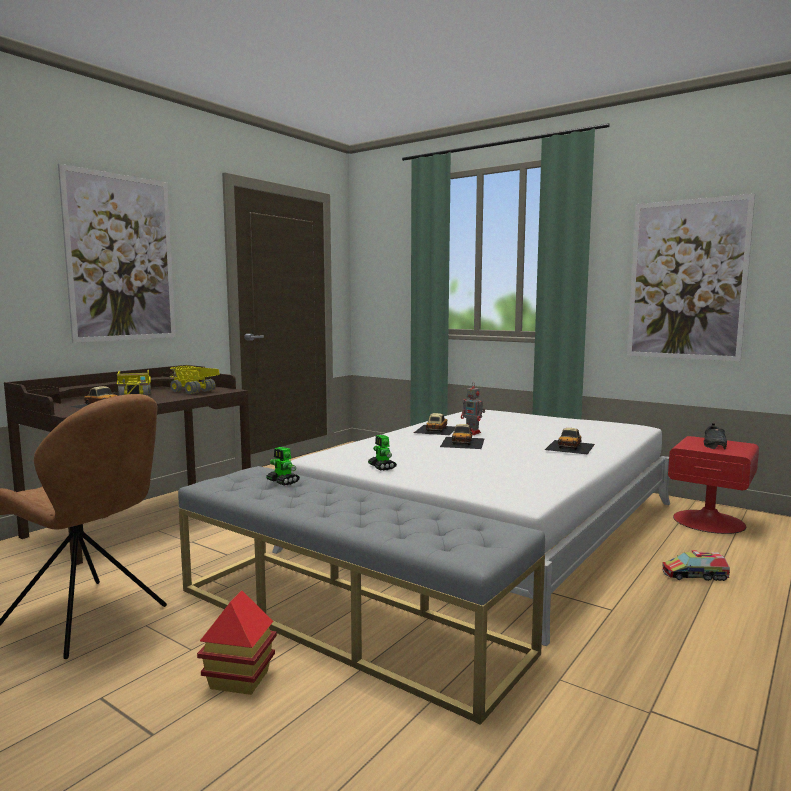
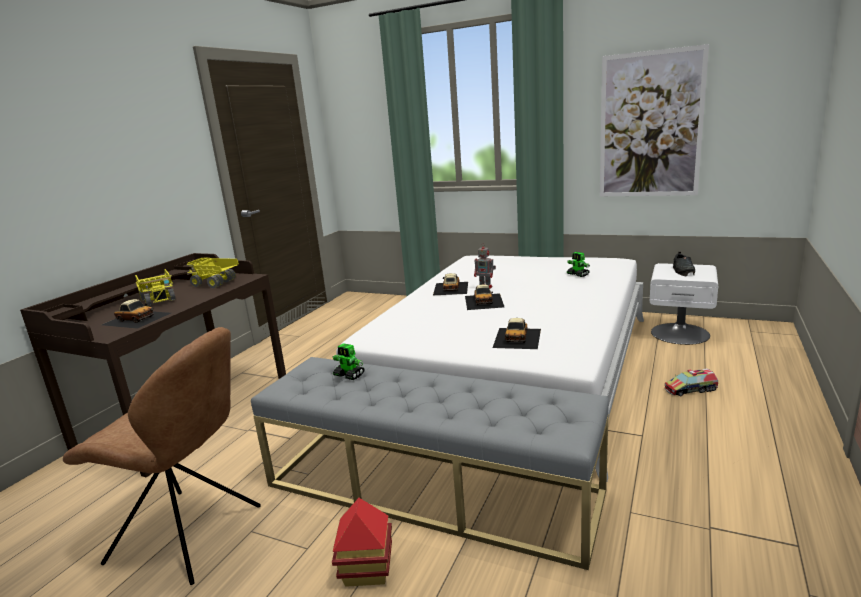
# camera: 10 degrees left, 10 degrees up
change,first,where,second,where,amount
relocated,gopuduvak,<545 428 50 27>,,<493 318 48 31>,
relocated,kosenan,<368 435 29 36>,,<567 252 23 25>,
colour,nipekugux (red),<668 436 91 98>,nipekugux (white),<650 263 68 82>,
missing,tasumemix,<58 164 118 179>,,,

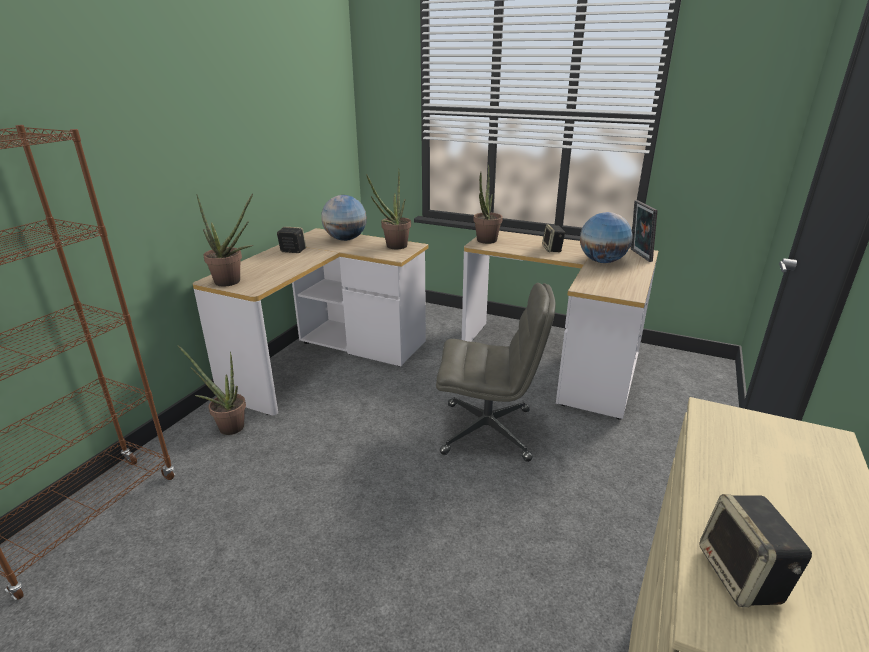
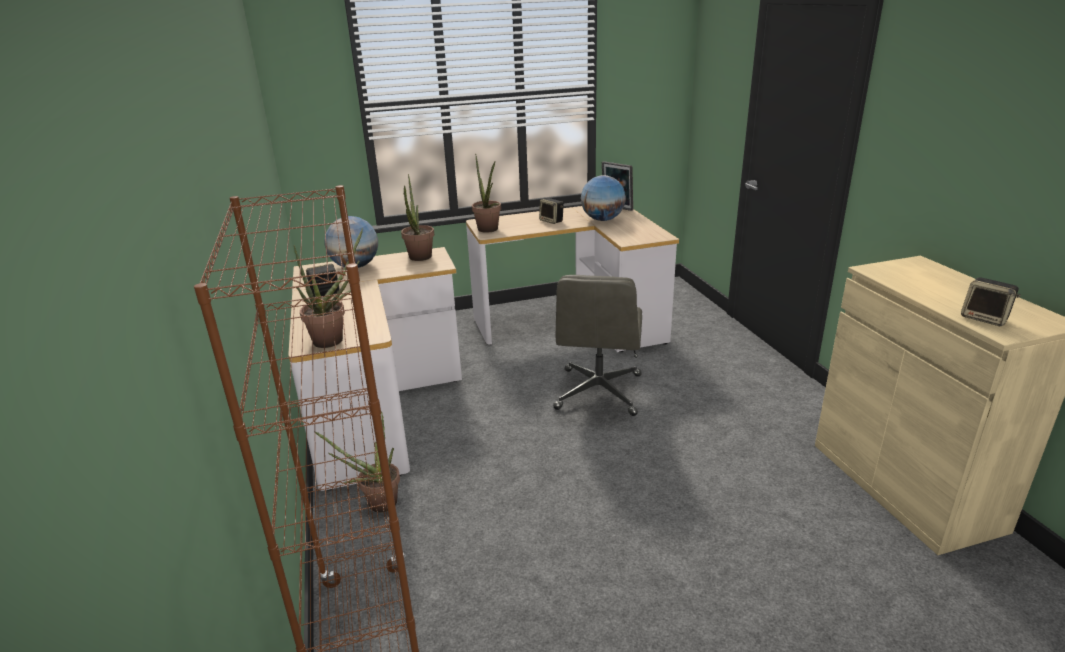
# camera: 40 degrees left, 0 degrees up
change,first,where,second,where,amount
spun,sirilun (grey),<436 283 120 179>,,<553 275 89 141>,135 degrees clockwise

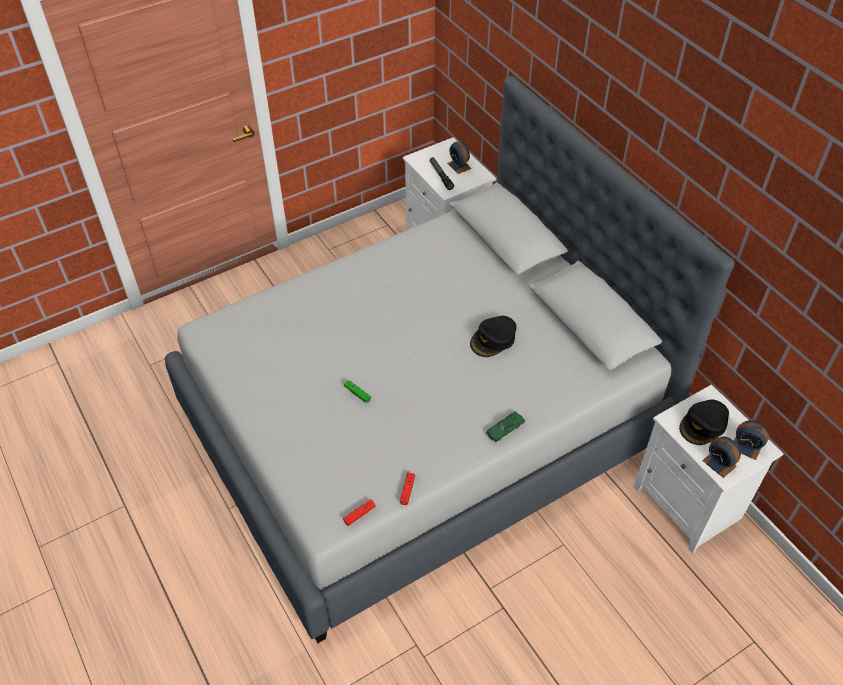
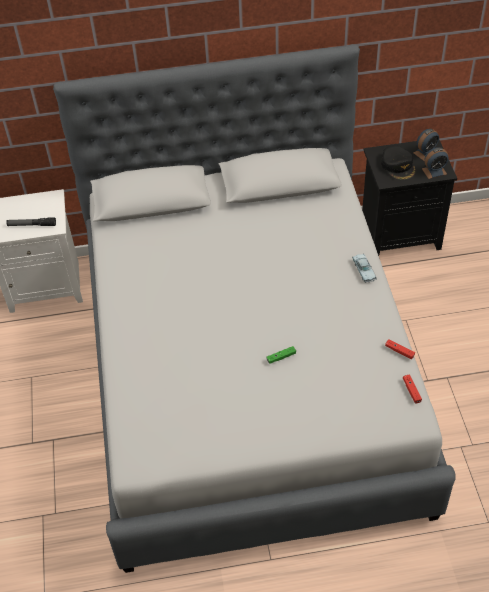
# camera: 65 degrees left, 0 degrees up
change,first,where,second,where,amount
colour,gopuduvak (green),<486 411 40 31>,gopuduvak (blue),<352 254 25 29>,
colour,nipekugux (white),<633 384 151 169>,nipekugux (black),<362 140 95 116>,
missing,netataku,<447 141 24 33>,,,
missing,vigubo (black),<470 316 47 41>,,,

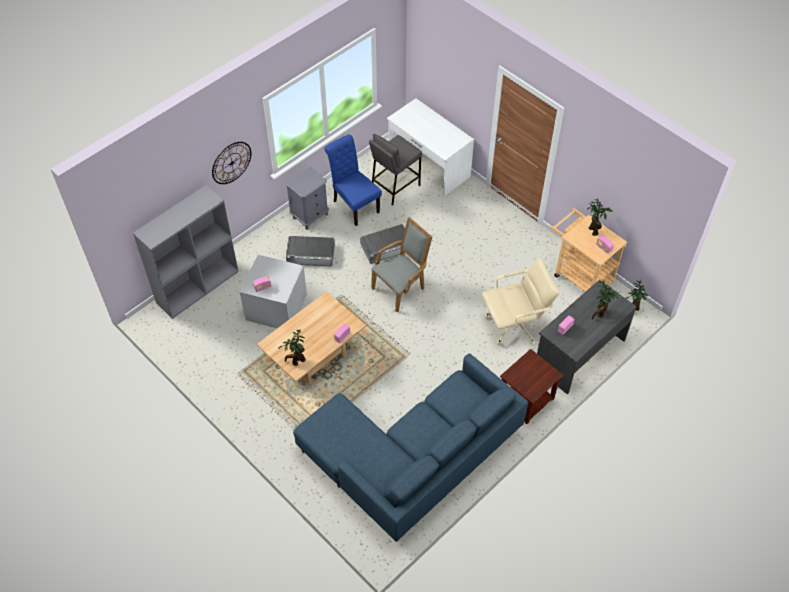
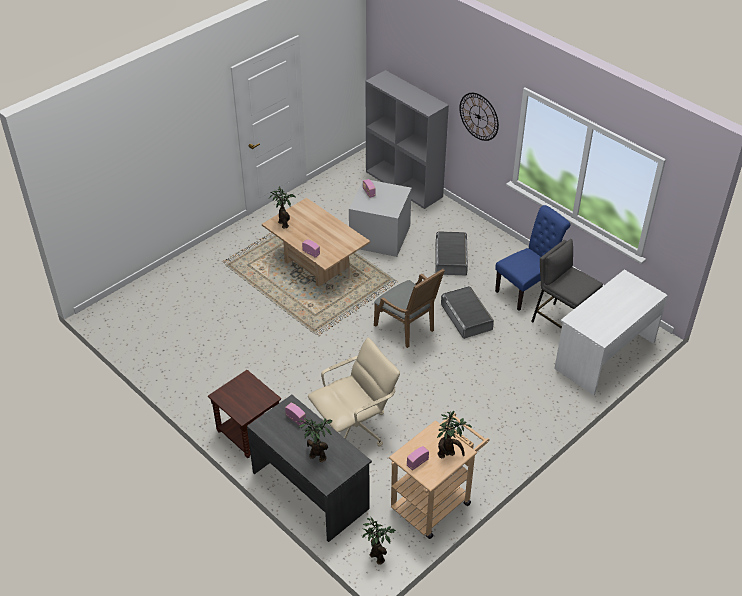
# camera: 90 degrees right, 10 degrees down
change,first,where,second,where,amount
spun,sirilun (beige),<482 257 77 88>,,<308 338 92 108>,105 degrees counterclockwise
missing,nipekugux (grey),<286 167 43 62>,,,
missing,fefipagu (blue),<293 353 235 189>,,,

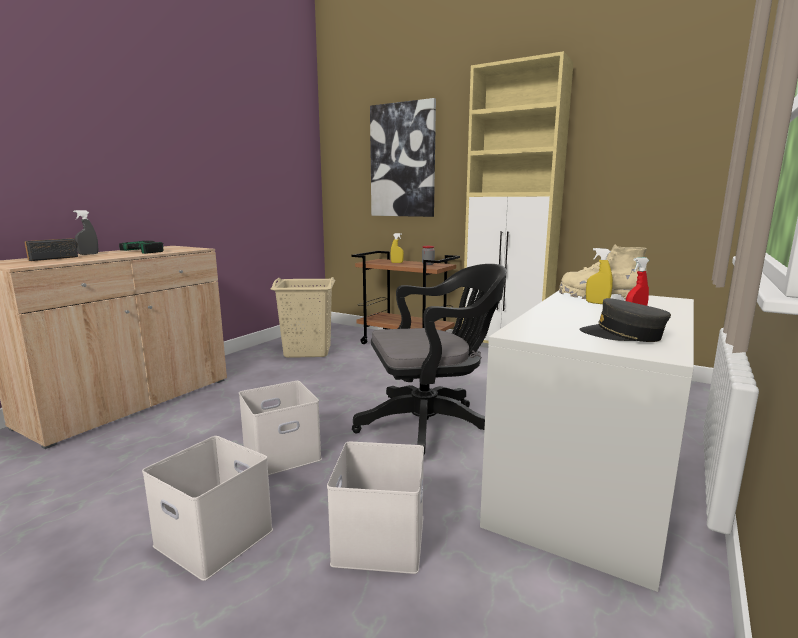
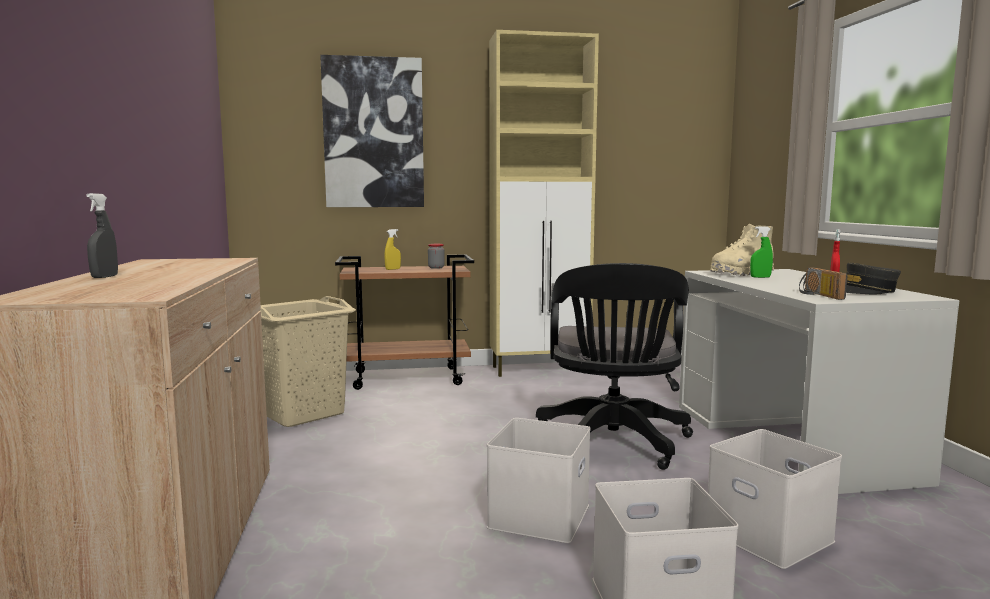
# camera: 40 degrees left, 5 degrees down
change,first,where,second,where,amount
spun,sirilun (black),<352 264 154 190>,,<536 263 157 207>,150 degrees clockwise
colour,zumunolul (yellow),<586 248 27 56>,zumunolul (green),<750 226 23 52>,
relocated,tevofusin,<24 238 54 23>,,<799 267 49 33>,
missing,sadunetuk,<119 241 45 13>,,,

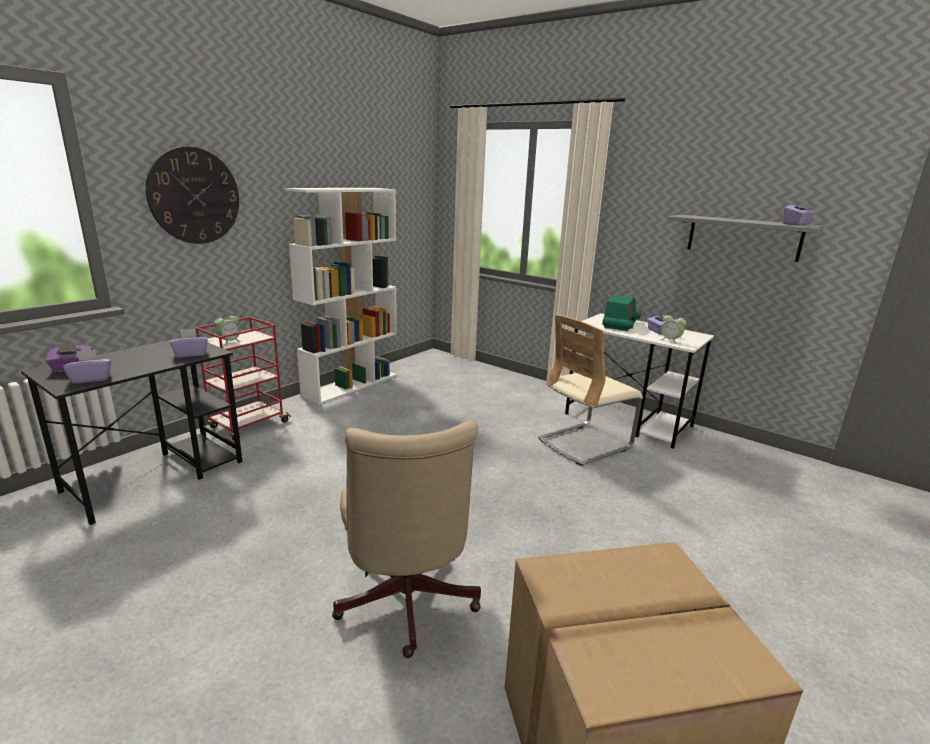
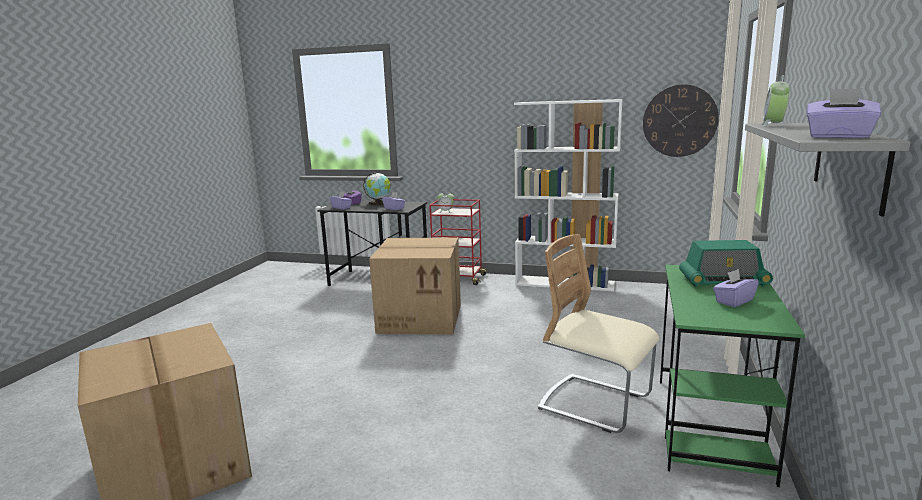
# camera: 70 degrees right, 5 degrees down
change,first,where,second,where,amount
appeared,,,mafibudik,<363 172 28 33>,
appeared,,,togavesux,<369 237 92 97>,
relocated,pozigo,<146 147 93 97>,,<643 84 76 73>,
colour,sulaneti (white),<565 313 149 136>,sulaneti (green),<660 264 145 223>,
relocated,netataku,<659 313 27 31>,,<762 75 28 52>,
missing,sirilun (beige),<332 420 149 238>,,,

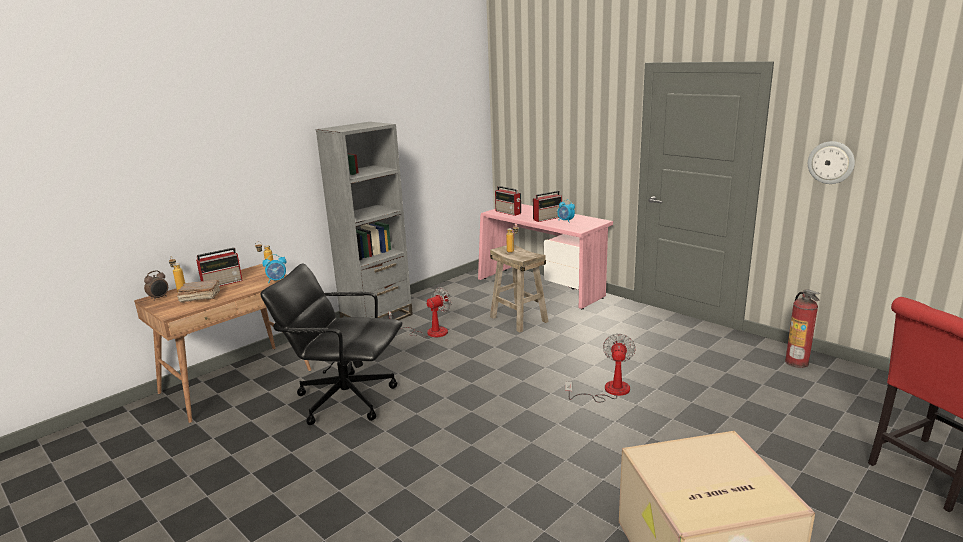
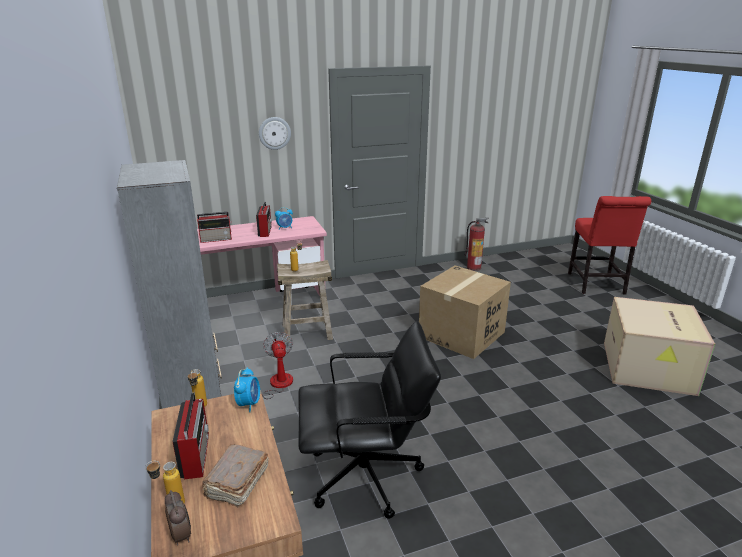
# camera: 65 degrees left, 5 degrees up
change,first,where,second,where,amount
relocated,pozigo,<808 141 47 43>,,<259 117 32 33>,
spun,sirilun (black),<260 263 142 162>,,<298 321 143 198>,135 degrees counterclockwise
exchanged,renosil,<565 333 71 69>,togavesux,<419 266 92 93>,

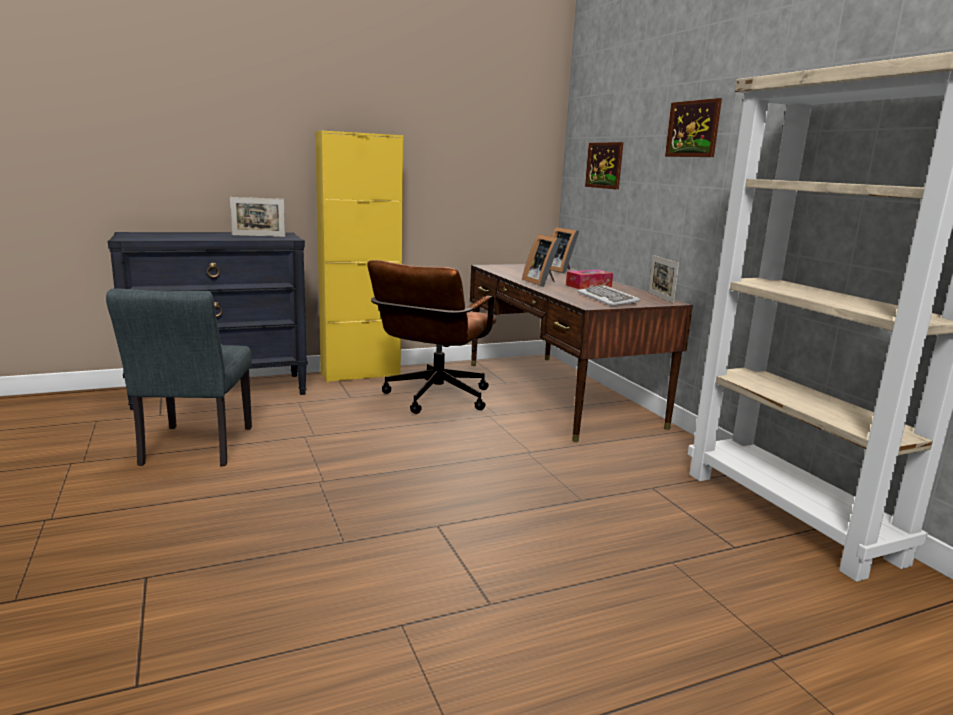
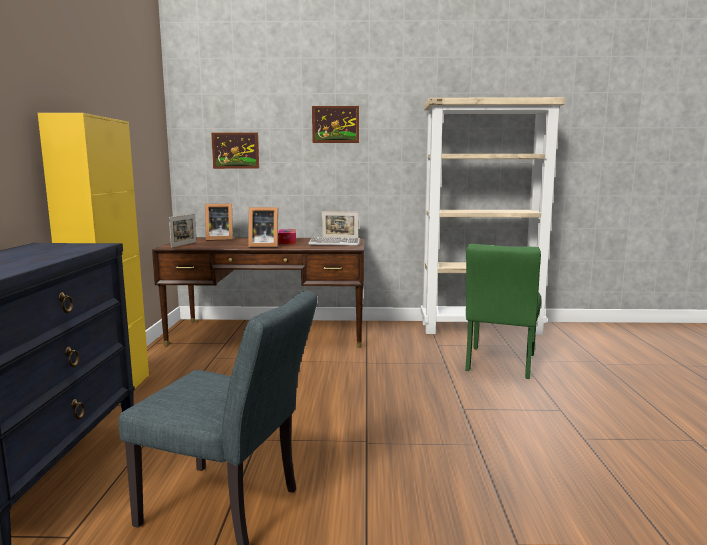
# camera: 65 degrees left, 5 degrees down
change,first,where,second,where,amount
relocated,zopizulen,<230 197 55 40>,,<169 214 28 34>,
appeared,,,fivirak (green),<465 244 76 135>,
missing,sirilun (brown),<367 260 129 154>,,,

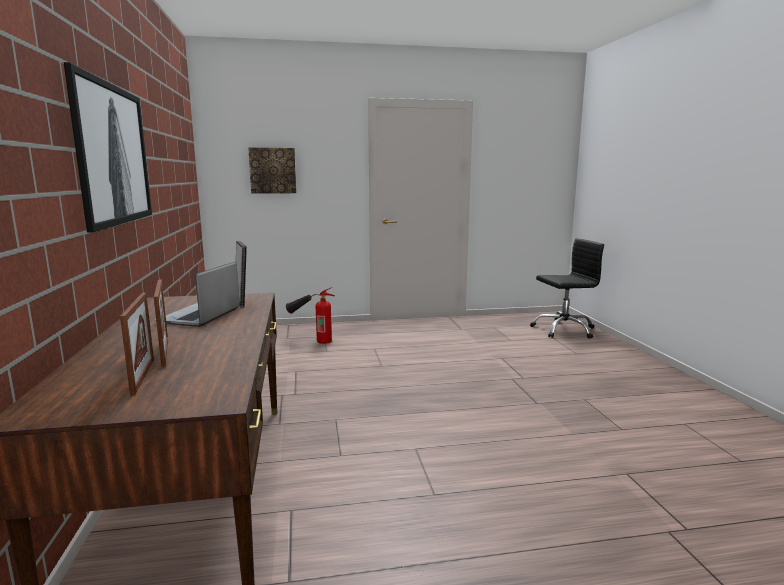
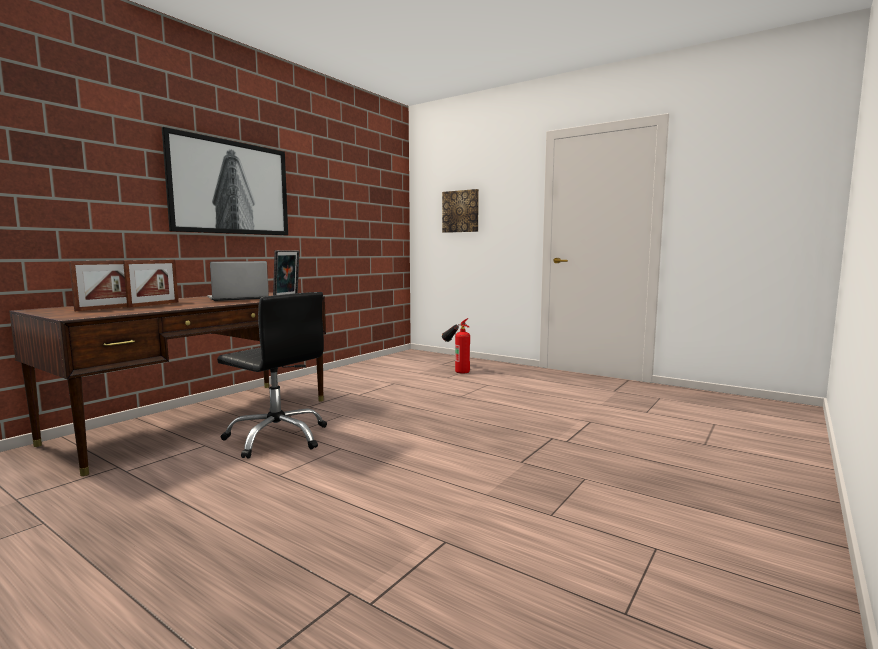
# camera: 45 degrees right, 5 degrees down
change,first,where,second,where,amount
relocated,sirilun (black),<530 238 74 101>,,<217 292 110 167>,

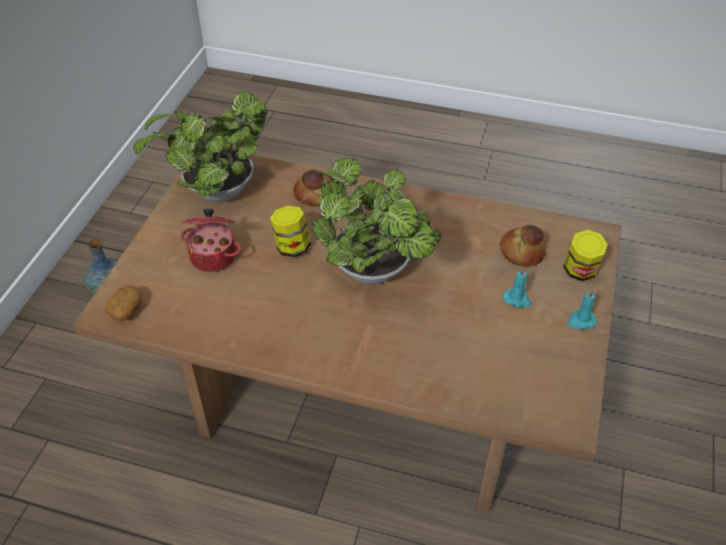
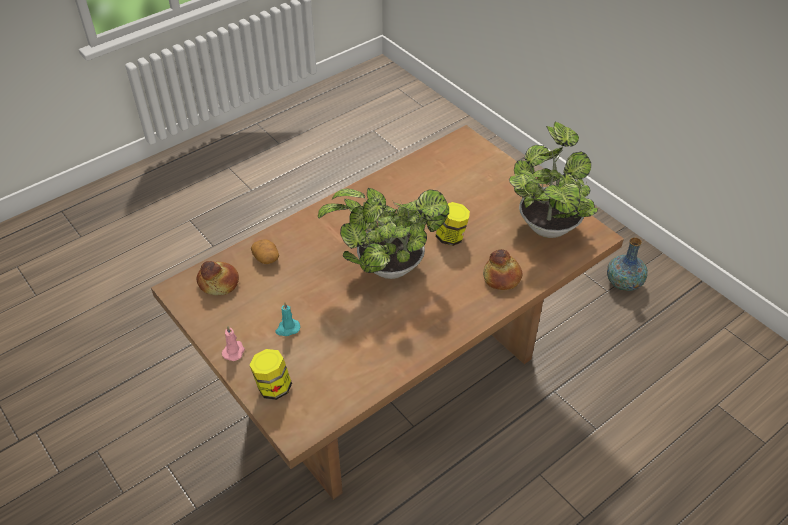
# camera: 125 degrees right, 0 degrees up
change,first,where,second,where,amount
relocated,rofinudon,<500 225 45 42>,,<197 261 42 34>,
colour,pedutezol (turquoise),<567 290 29 40>,pedutezol (pink),<222 326 23 35>,
relocated,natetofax,<106 285 35 36>,,<251 239 28 25>,
missing,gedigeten,<181 209 60 63>,,,

